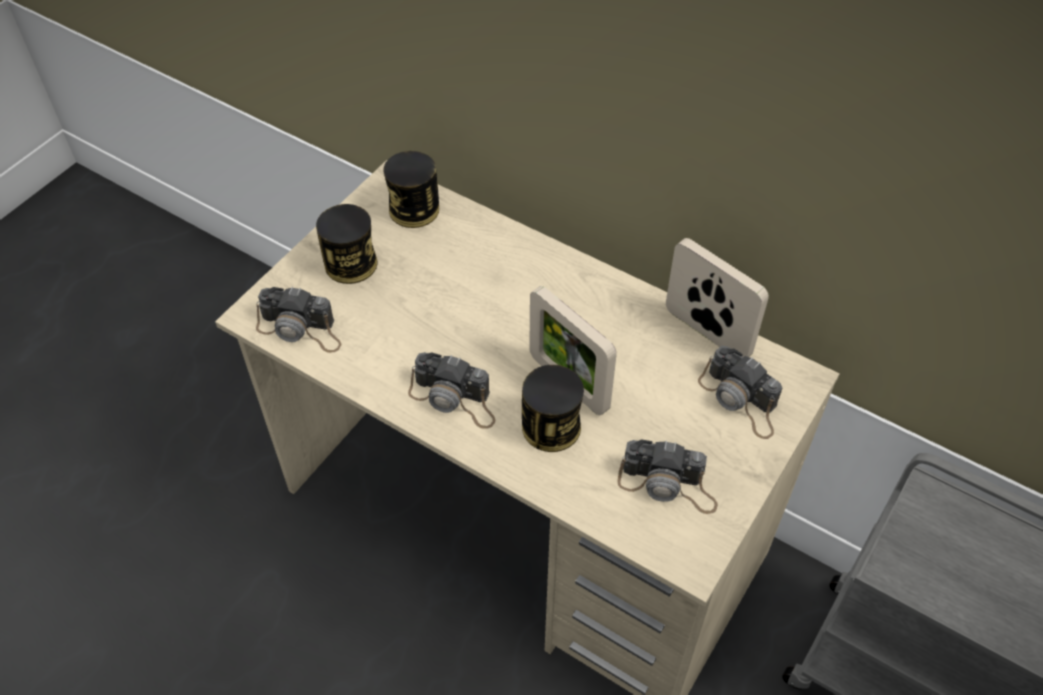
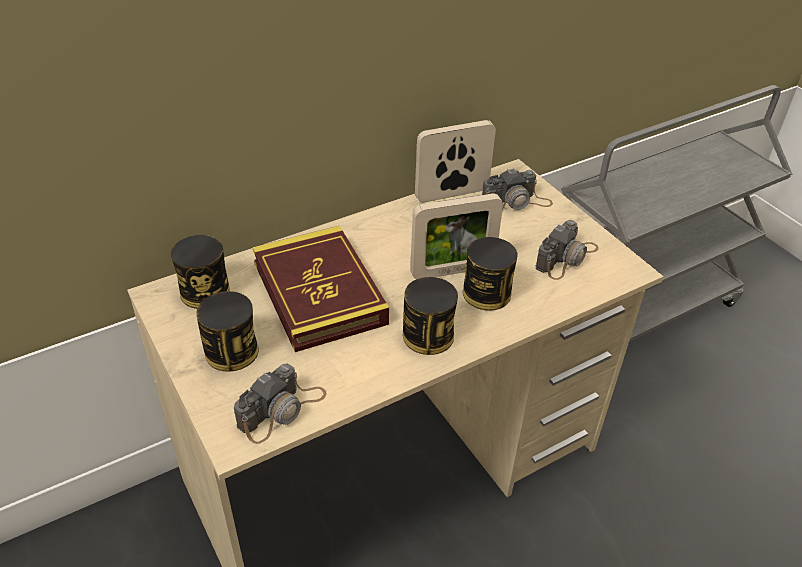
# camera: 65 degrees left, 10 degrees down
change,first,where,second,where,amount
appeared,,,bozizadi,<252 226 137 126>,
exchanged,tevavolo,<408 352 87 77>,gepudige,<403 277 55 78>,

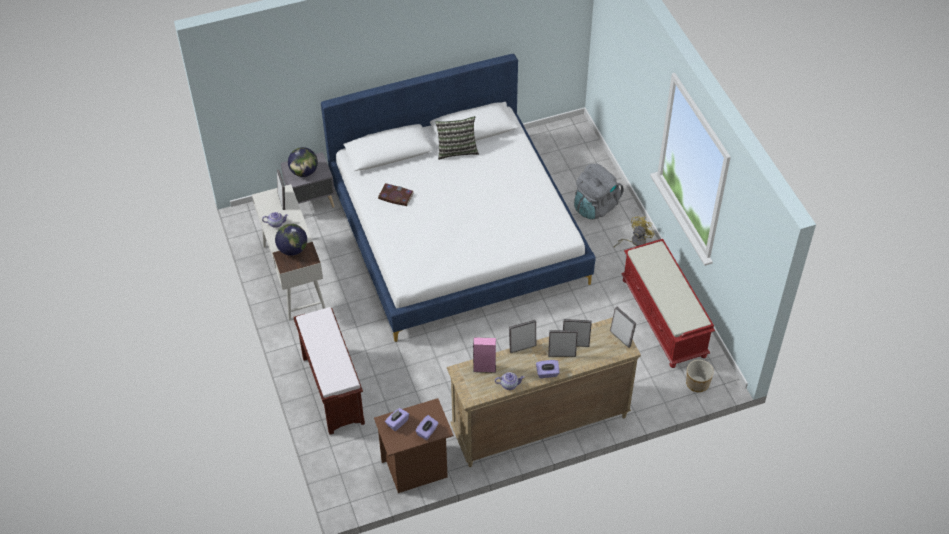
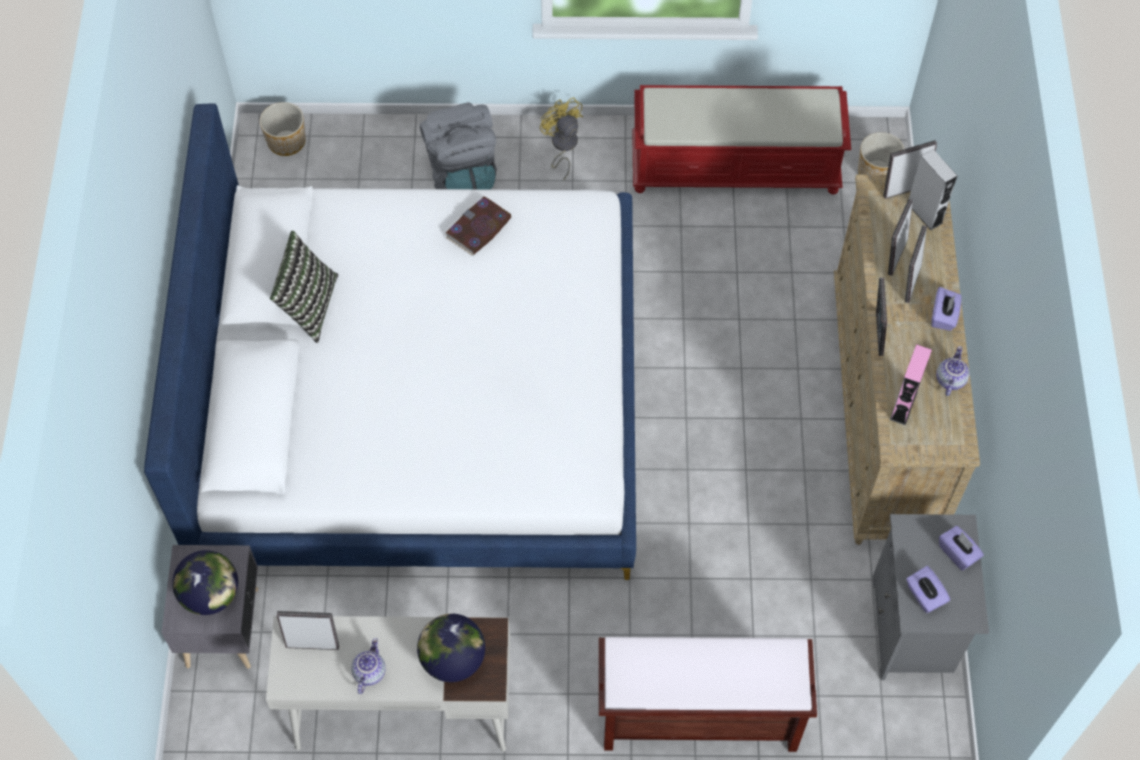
# camera: 70 degrees left, 10 degrees up
change,first,where,second,where,amount
appeared,,,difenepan,<260 102 46 54>,
relocated,bozizadi,<378 183 36 23>,,<445 197 66 58>,
colour,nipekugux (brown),<374 398 79 95>,nipekugux (grey),<873 514 116 166>,
appeared,,,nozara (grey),<909 149 48 81>,

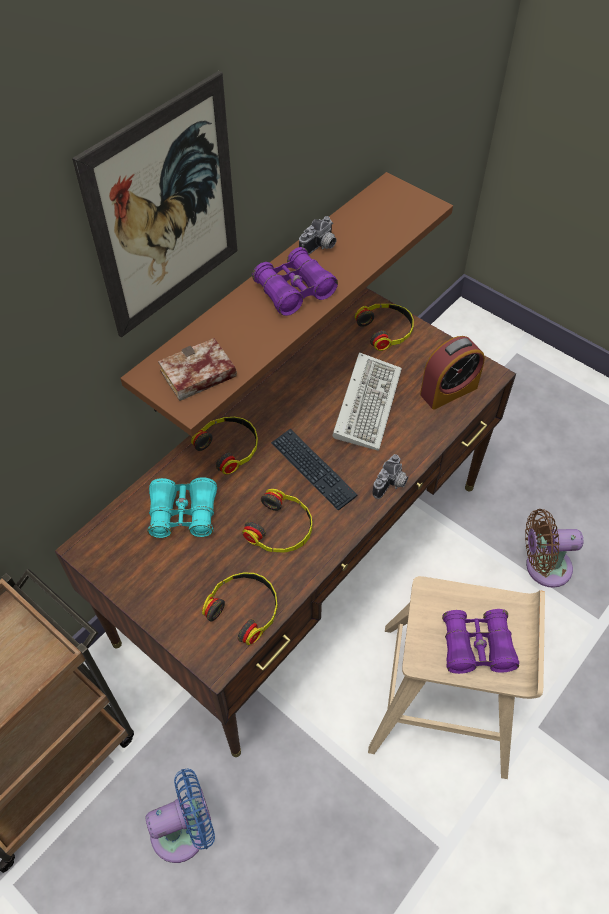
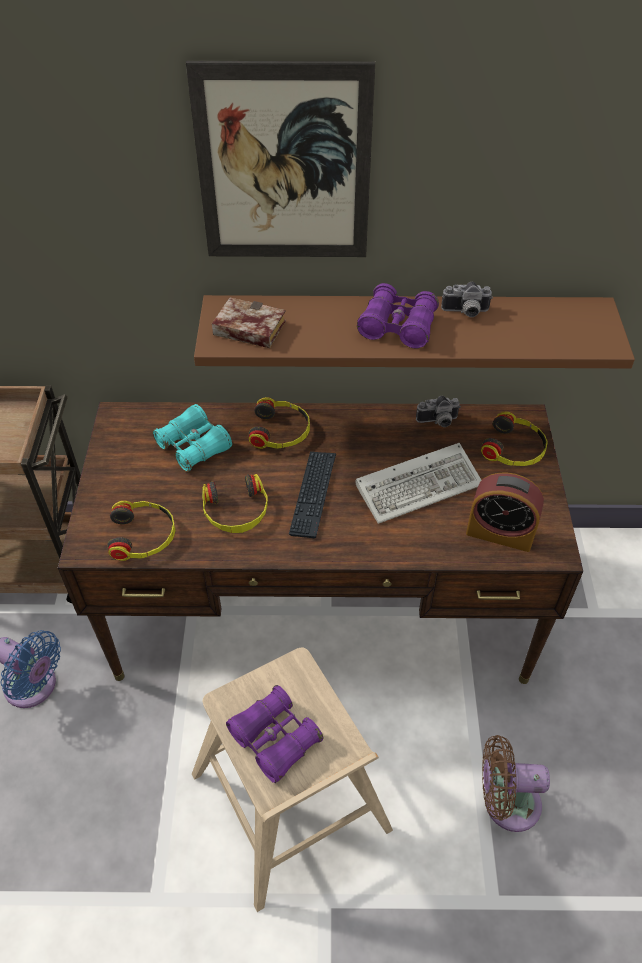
# camera: 50 degrees right, 5 degrees down
change,first,where,second,where,amount
relocated,tevavolo,<372 454 36 45>,,<416 396 45 31>,
spun,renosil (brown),<525 509 58 79>,,<482 735 68 97>,45 degrees counterclockwise

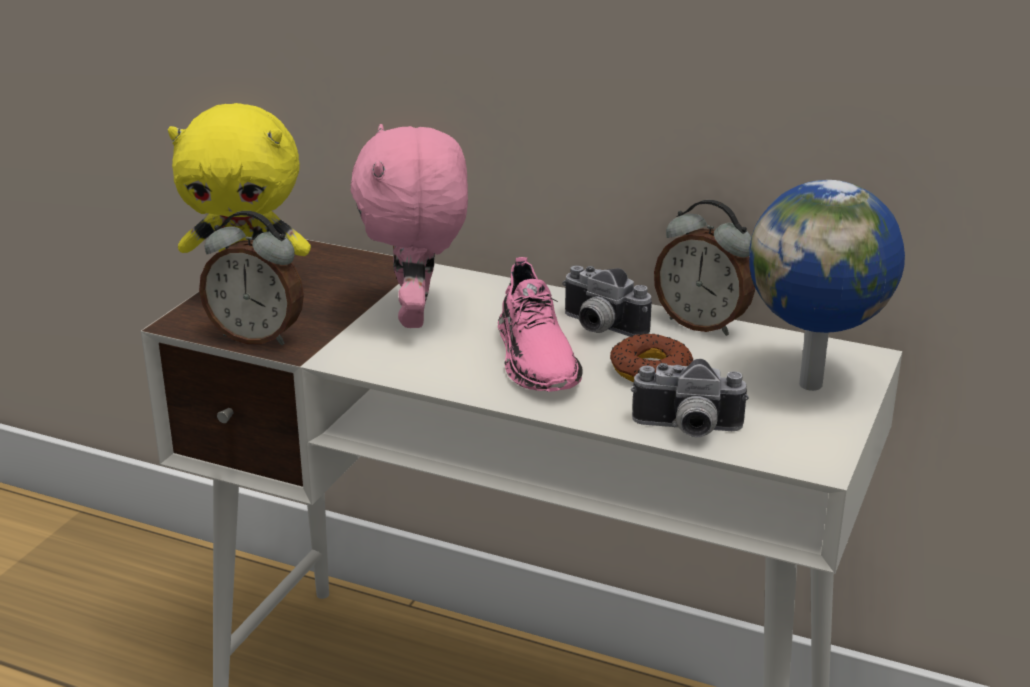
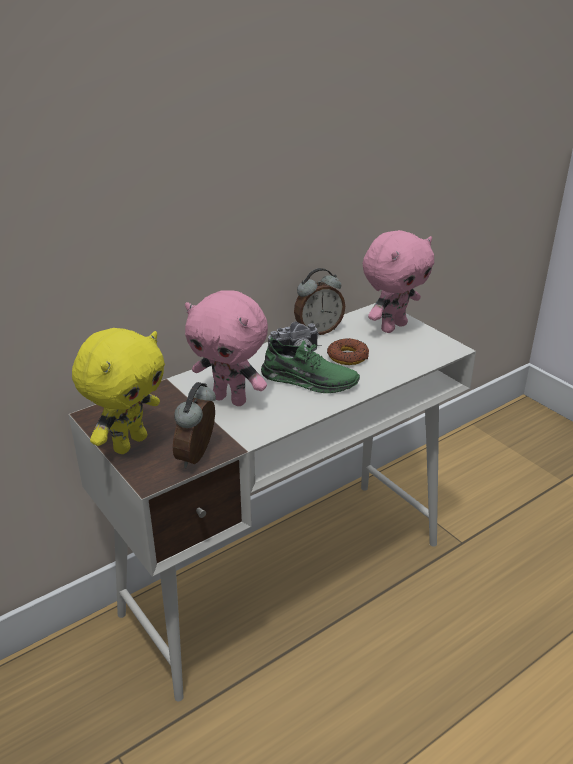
# camera: 60 degrees left, 5 degrees up
change,first,where,second,where,amount
spun,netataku,<199 211 105 134>,,<173 382 43 86>,150 degrees clockwise
colour,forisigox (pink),<498 257 85 135>,forisigox (green),<261 337 99 56>,
exchanged,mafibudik,<750 180 155 211>,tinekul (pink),<363 230 71 103>,
missing,tevavolo,<631 359 118 78>,,,

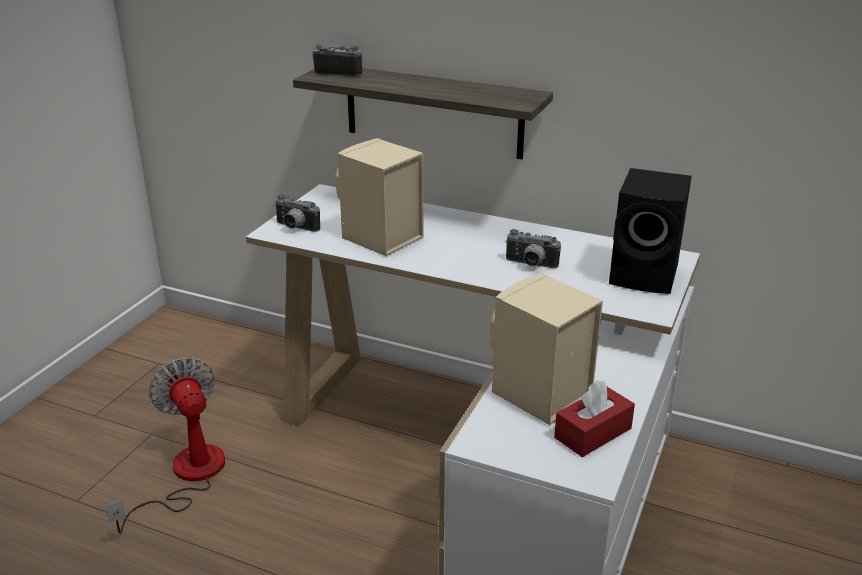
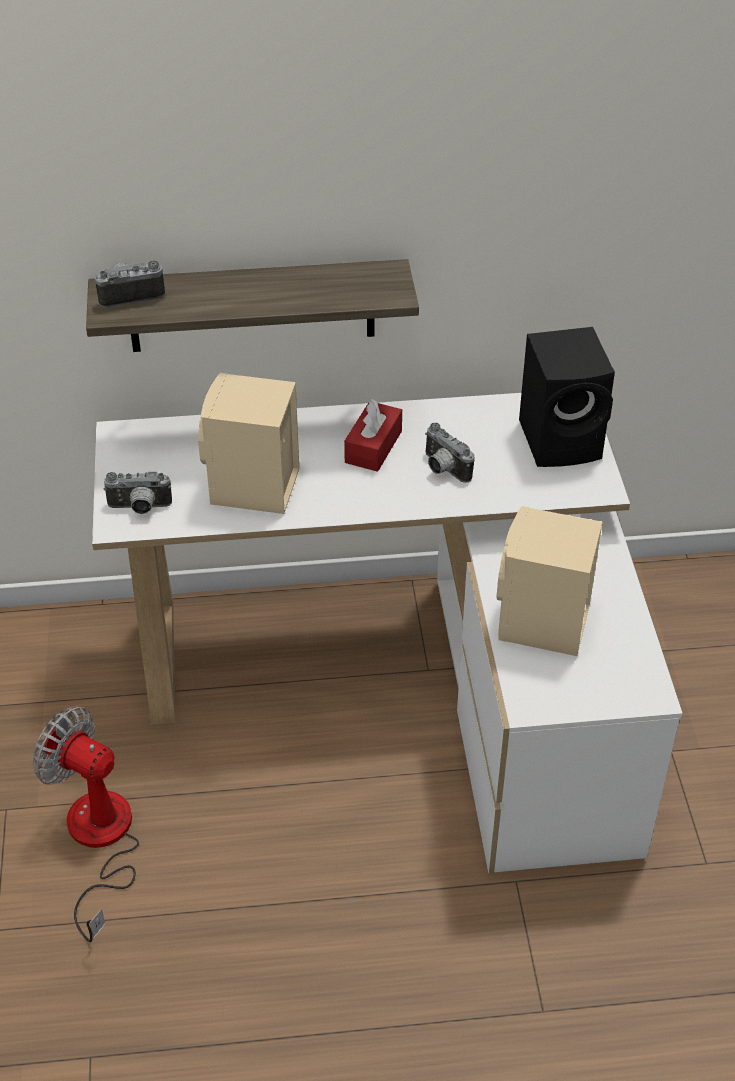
# camera: 30 degrees left, 15 degrees up
change,first,where,second,where,amount
relocated,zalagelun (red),<554 380 81 77>,,<344 399 58 73>,
spun,tevavolo,<505 229 56 39>,,<425 423 50 60>,60 degrees clockwise

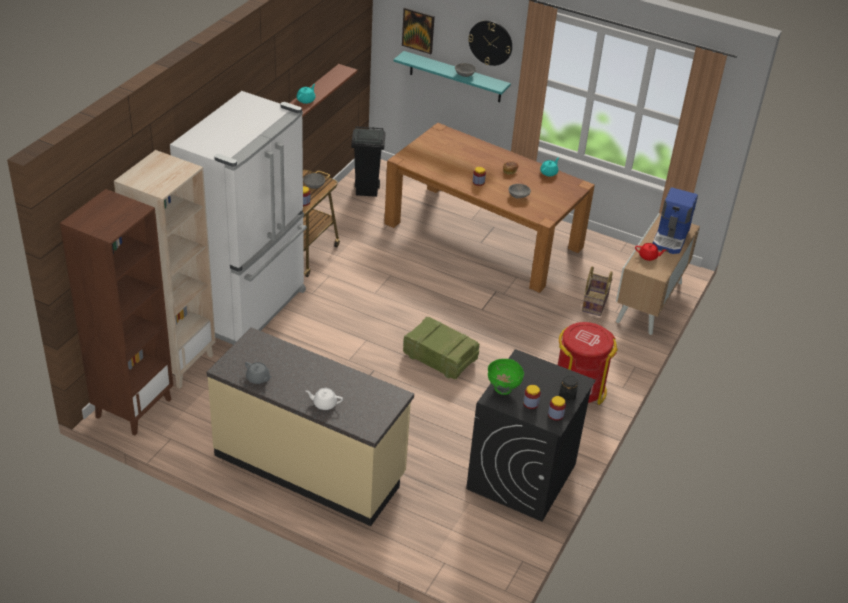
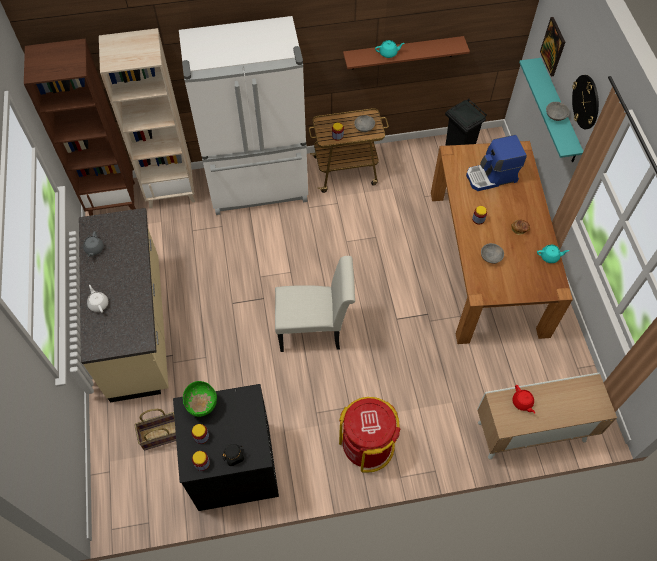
# camera: 55 degrees right, 20 degrees up
change,first,where,second,where,amount
relocated,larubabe,<582 266 31 50>,,<134 409 42 42>,
exchanged,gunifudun,<403 317 77 62>,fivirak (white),<275 256 80 96>,
relocated,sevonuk,<653 187 45 67>,,<466 135 61 56>,

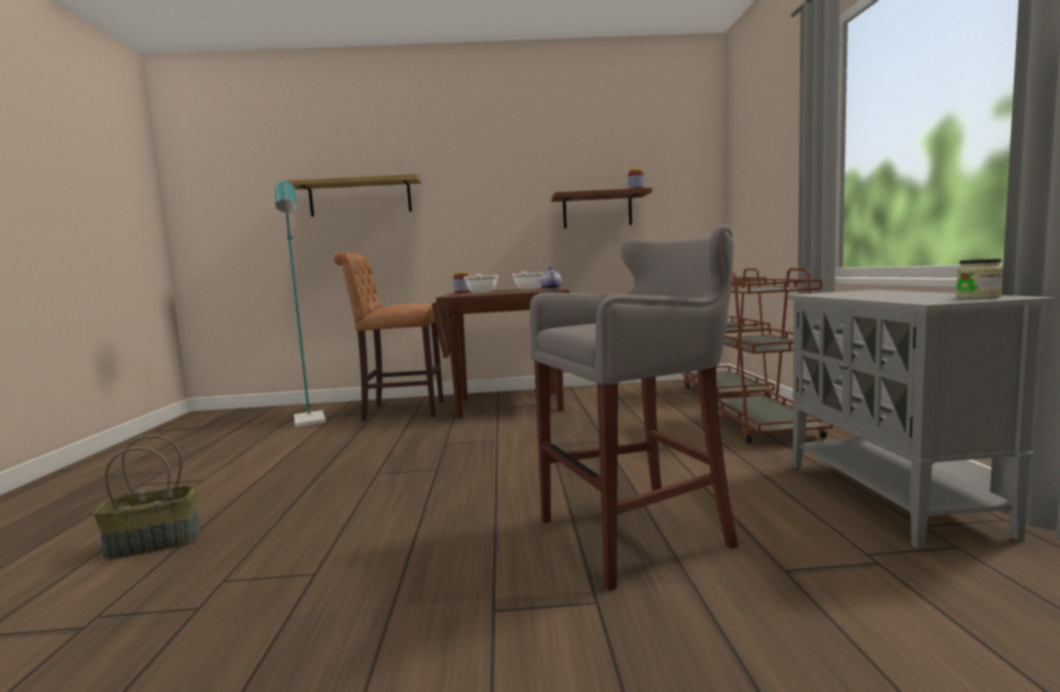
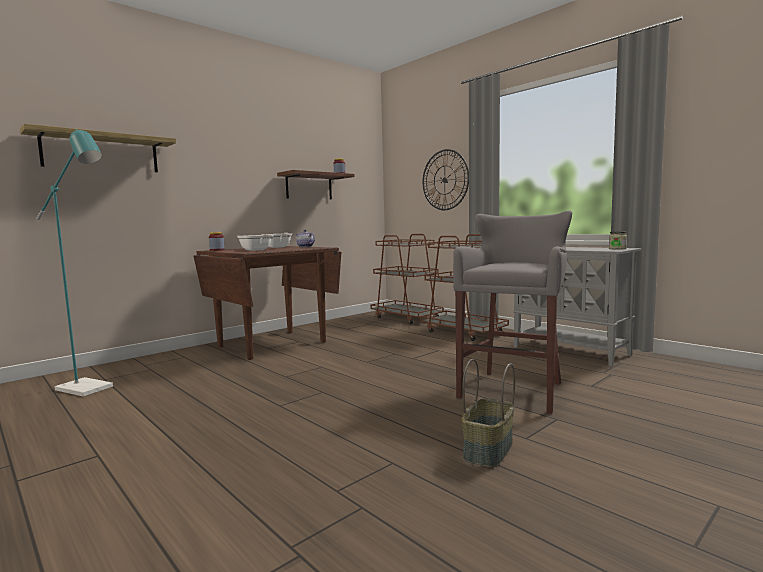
# camera: 40 degrees left, 0 degrees up
change,first,where,second,where,amount
appeared,,,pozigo,<423 149 46 61>,
relocated,larubabe,<93 435 108 125>,,<461 359 54 109>,
missing,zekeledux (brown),<334 252 109 170>,,,

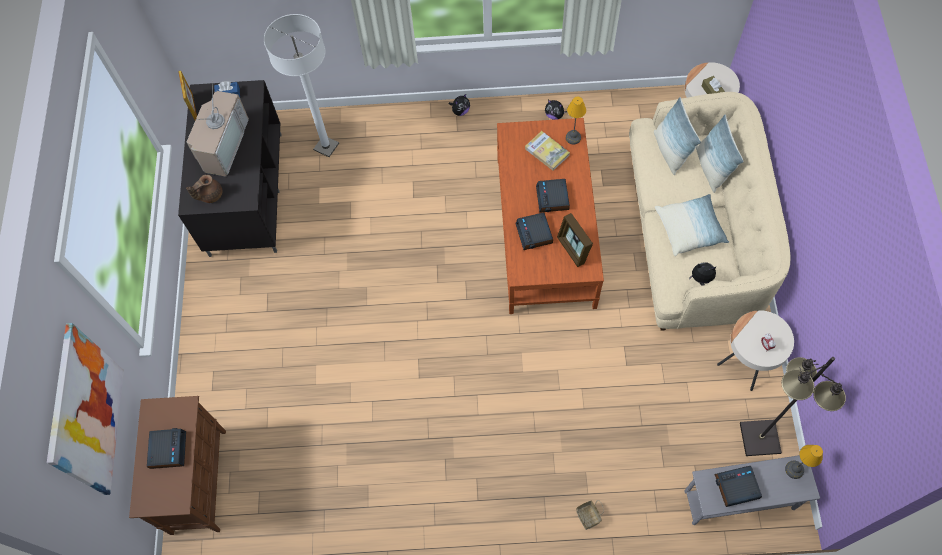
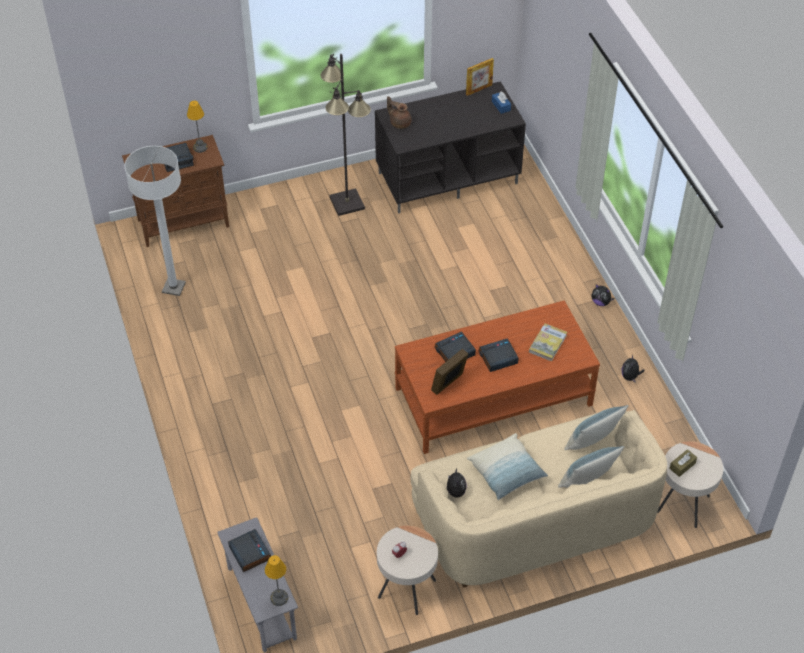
# camera: 70 degrees right, 15 degrees down
change,first,where,second,where,amount
relocated,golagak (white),<264 14 75 143>,,<124 146 62 150>,
relocated,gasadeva,<566 96 20 48>,,<187 101 21 52>,
relocated,golagak (black),<740 357 106 99>,,<320 54 51 162>,
missing,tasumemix,<47 323 77 172>,,,
missing,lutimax,<187 87 62 90>,,,
missing,larubabe,<577 500 27 30>,,,

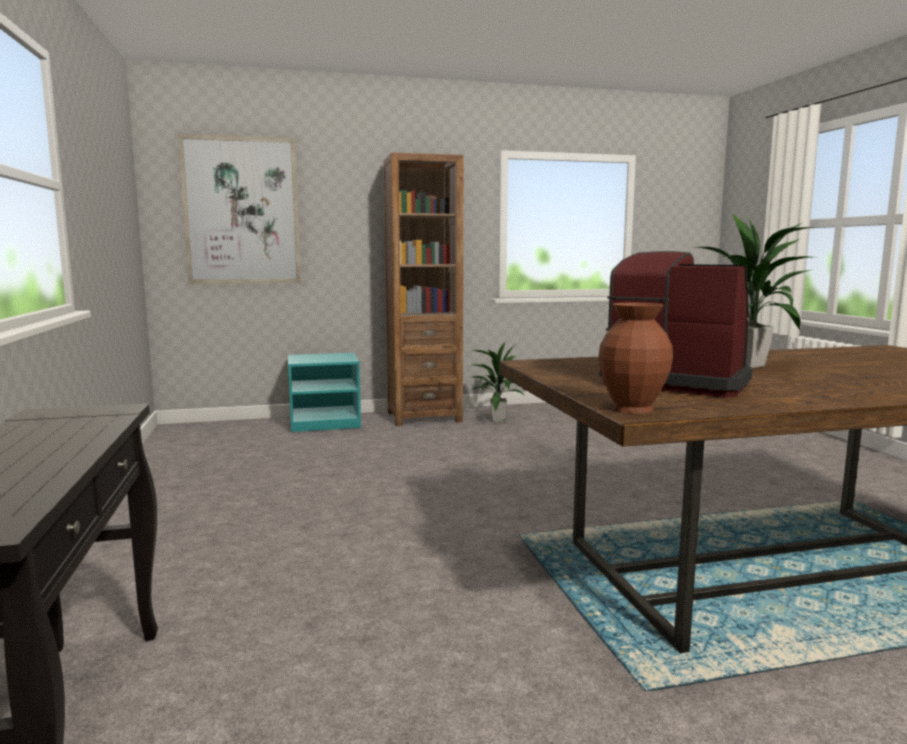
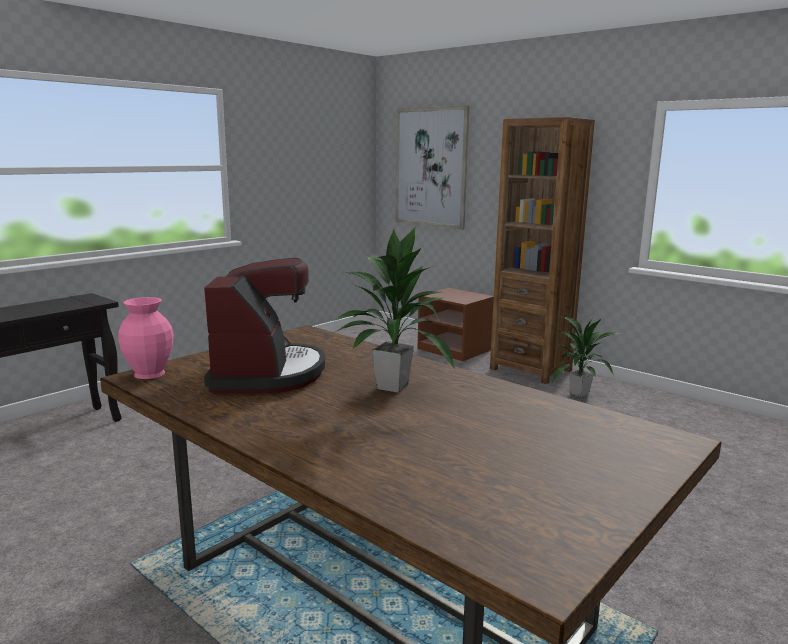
# camera: 55 degrees right, 5 degrees up
change,first,where,second,where,amount
colour,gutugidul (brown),<599 303 74 110>,gutugidul (pink),<118 297 56 82>,
colour,nipekugux (turquoise),<288 353 73 79>,nipekugux (brown),<418 288 76 73>,

